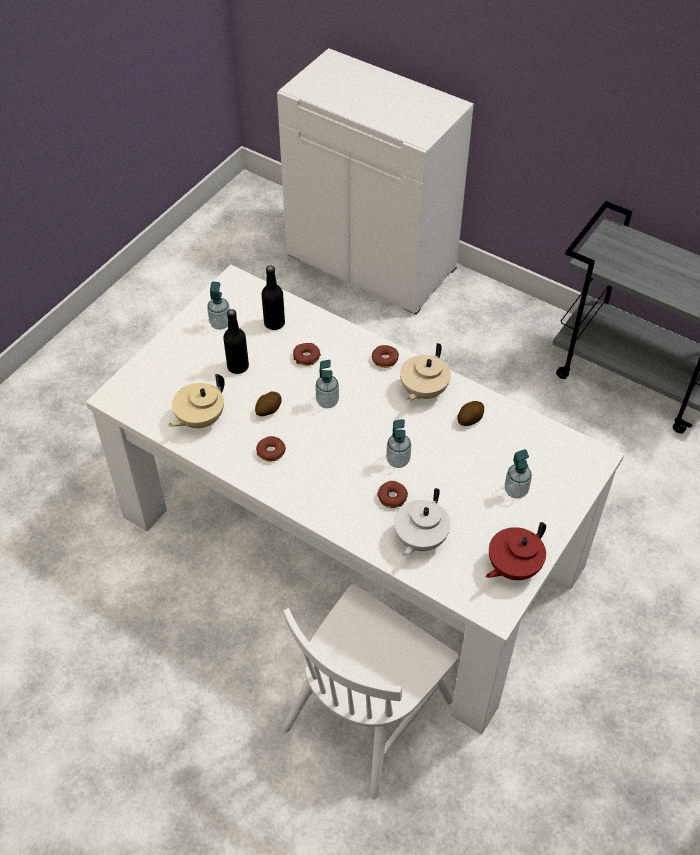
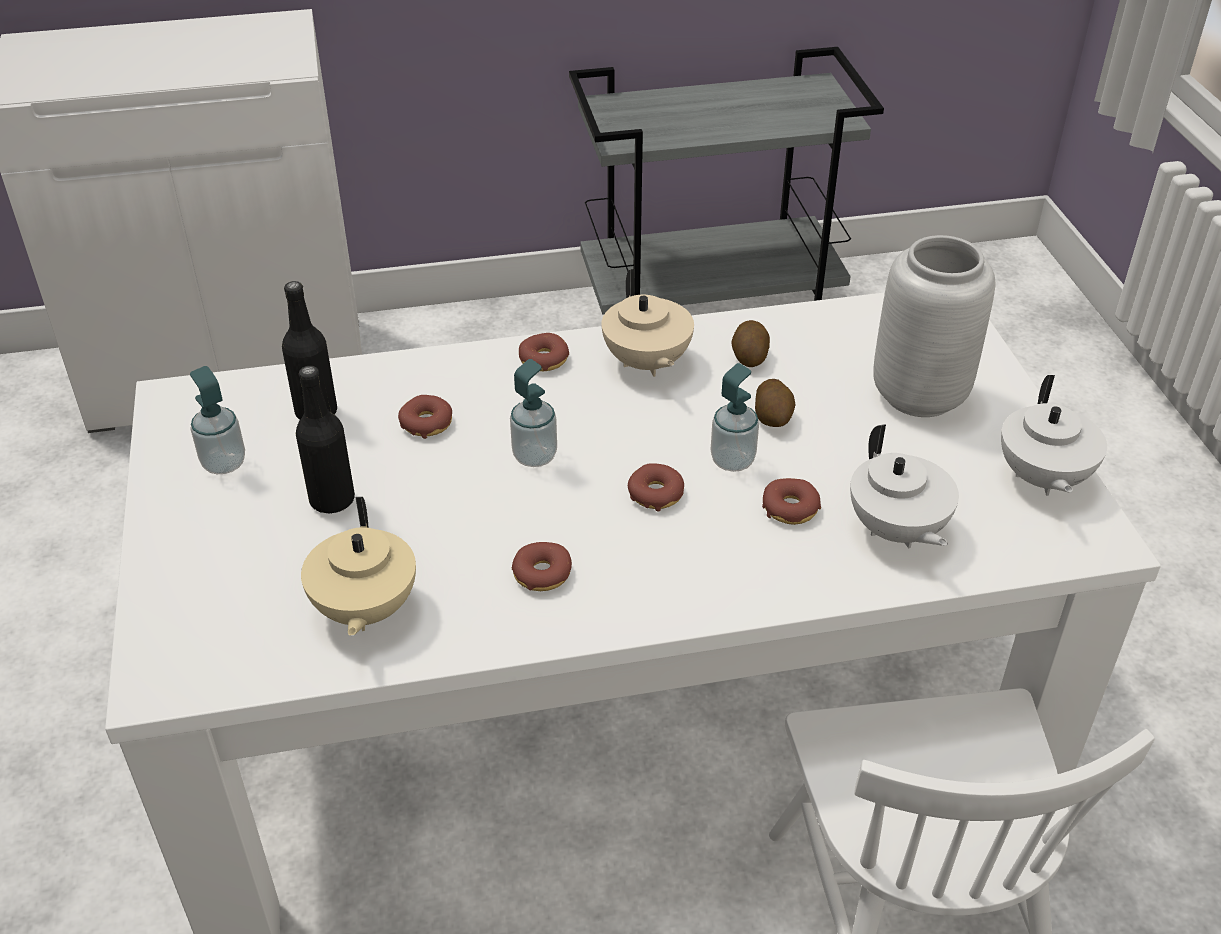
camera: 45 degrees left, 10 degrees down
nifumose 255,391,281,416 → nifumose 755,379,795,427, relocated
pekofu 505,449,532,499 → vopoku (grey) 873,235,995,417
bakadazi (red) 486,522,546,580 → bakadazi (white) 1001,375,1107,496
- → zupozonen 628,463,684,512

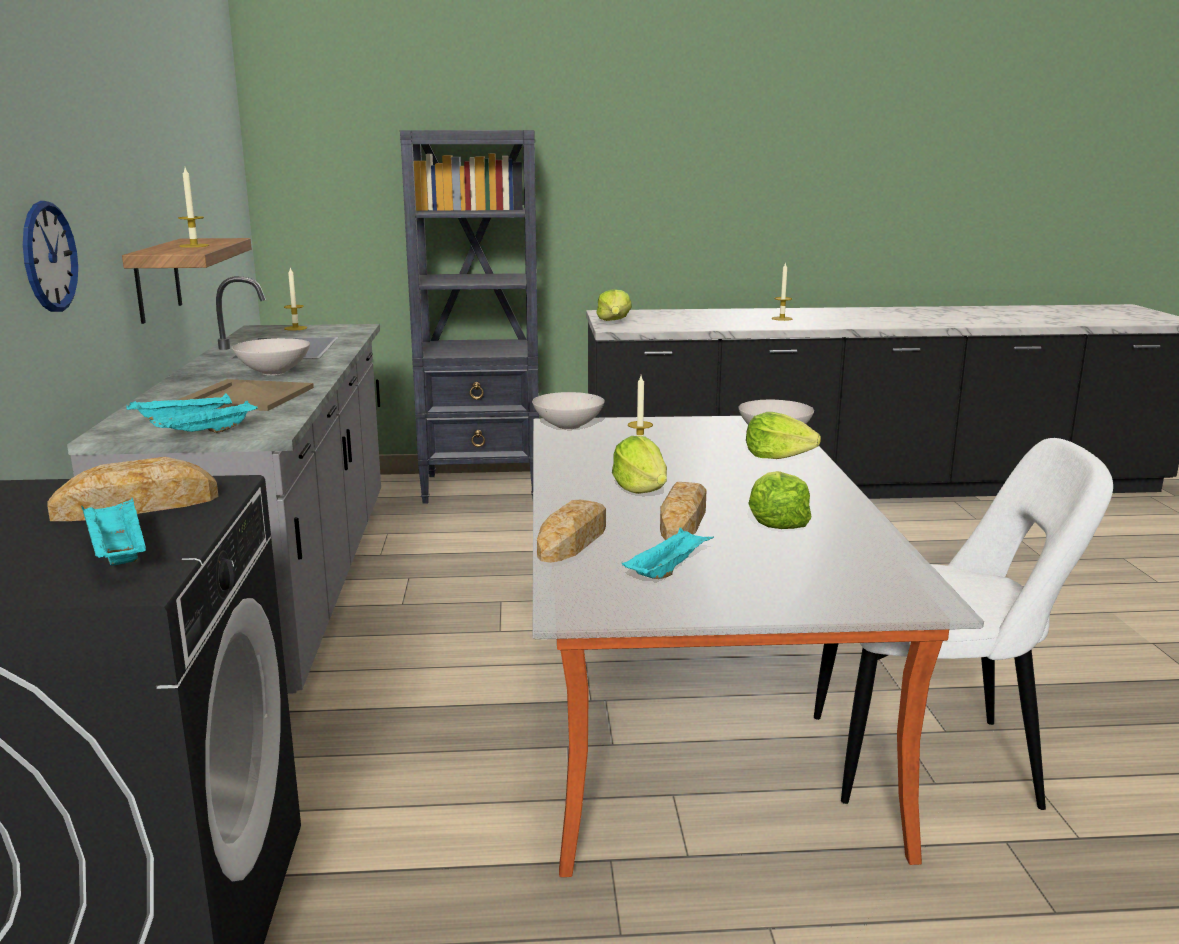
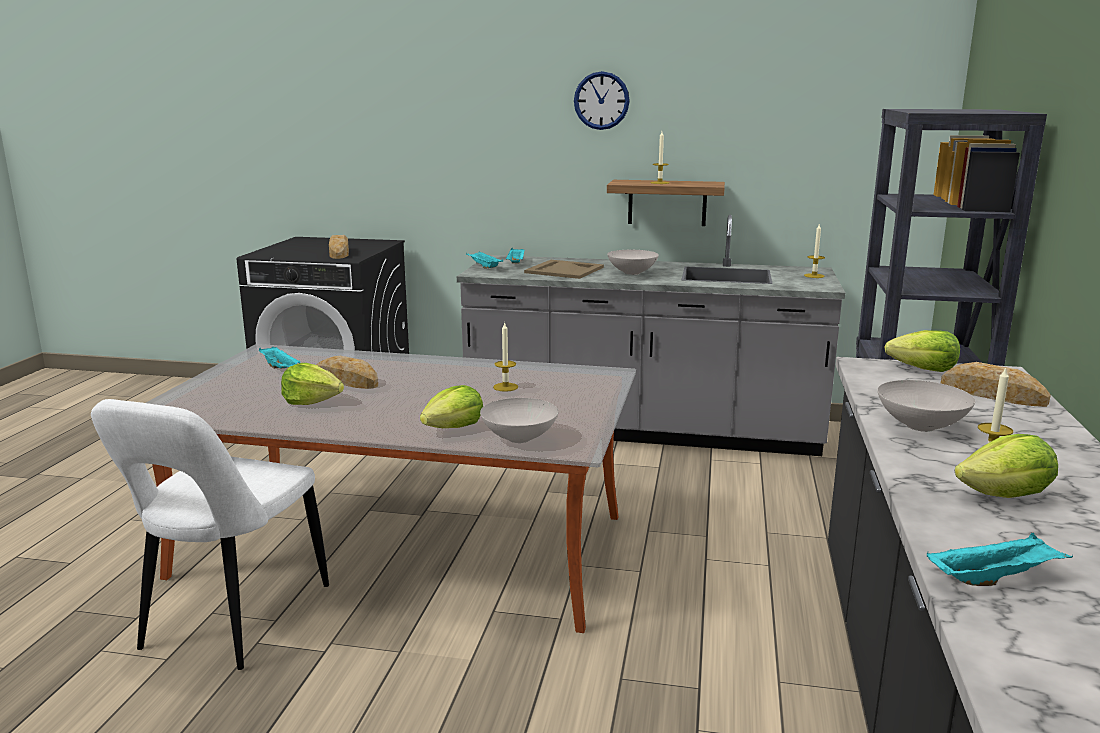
camera: 105 degrees right, 0 degrees up
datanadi 23,201,78,312 → datanadi 574,71,630,130, relocated
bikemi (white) 532,392,605,430 → bikemi (white) 877,380,975,432, relocated
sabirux 612,436,667,494 → sabirux 955,434,1058,498, relocated
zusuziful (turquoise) 81,498,146,566 → zusuziful (turquoise) 927,533,1073,586, relocated
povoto 537,500,606,563 → povoto 941,362,1051,407, relocated

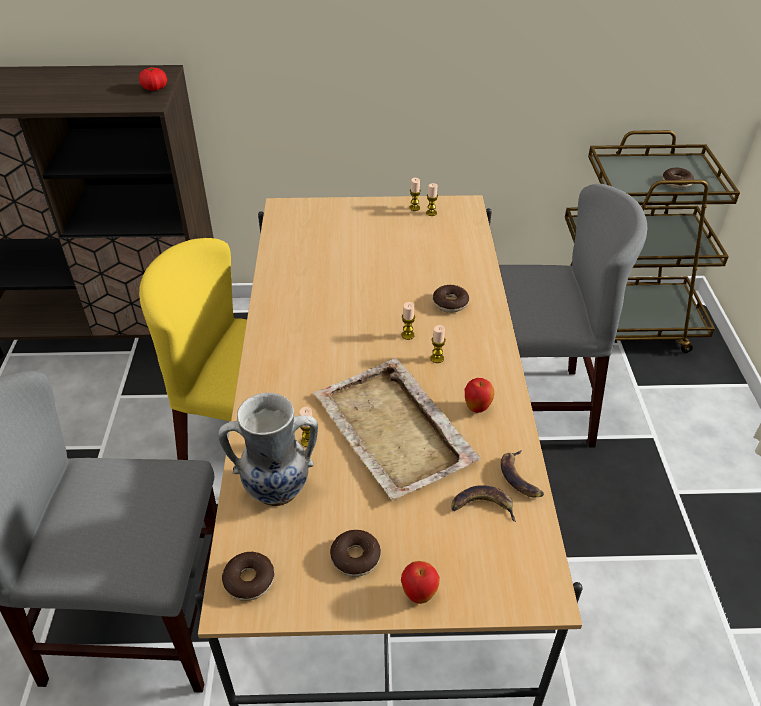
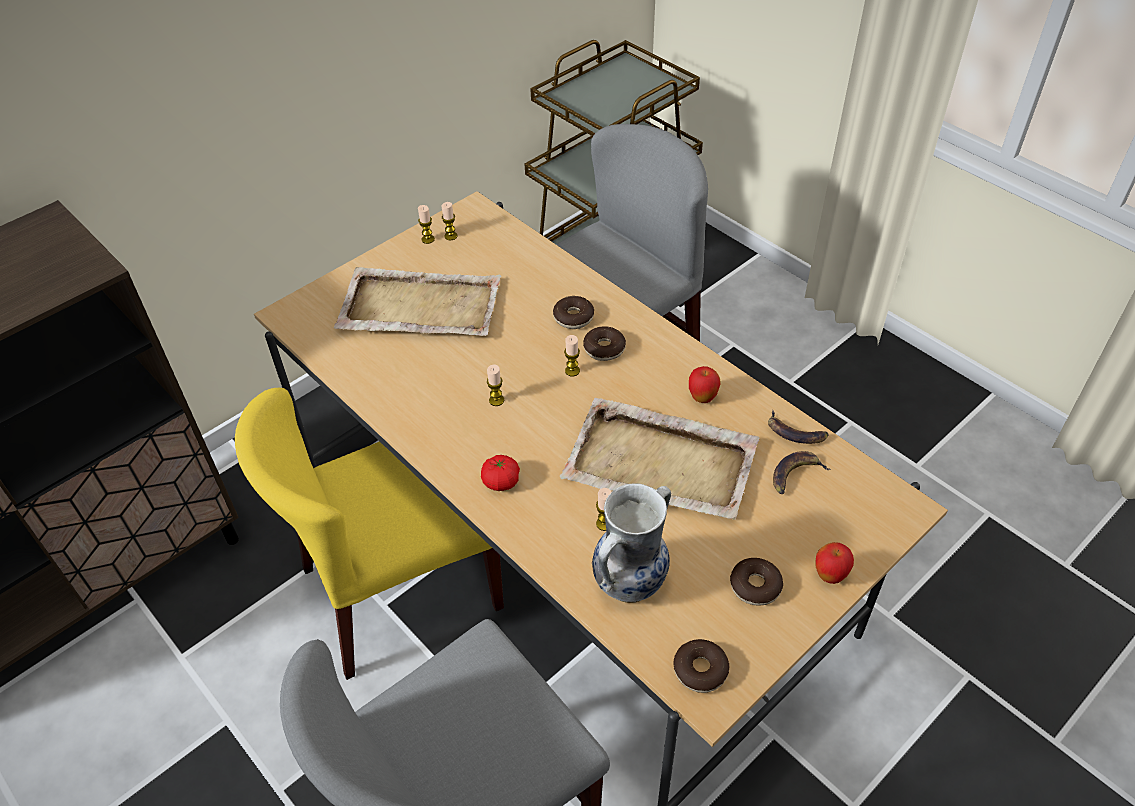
camera: 40 degrees left, 5 degrees up
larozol 139,67,167,91 → larozol 481,455,520,491, relocated
zupozonen 663,167,694,189 → zupozonen 583,326,626,361, relocated
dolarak 431,325,446,363 → dolarak 487,365,504,406, relocated
- → zusuziful (beige) 334,267,502,336

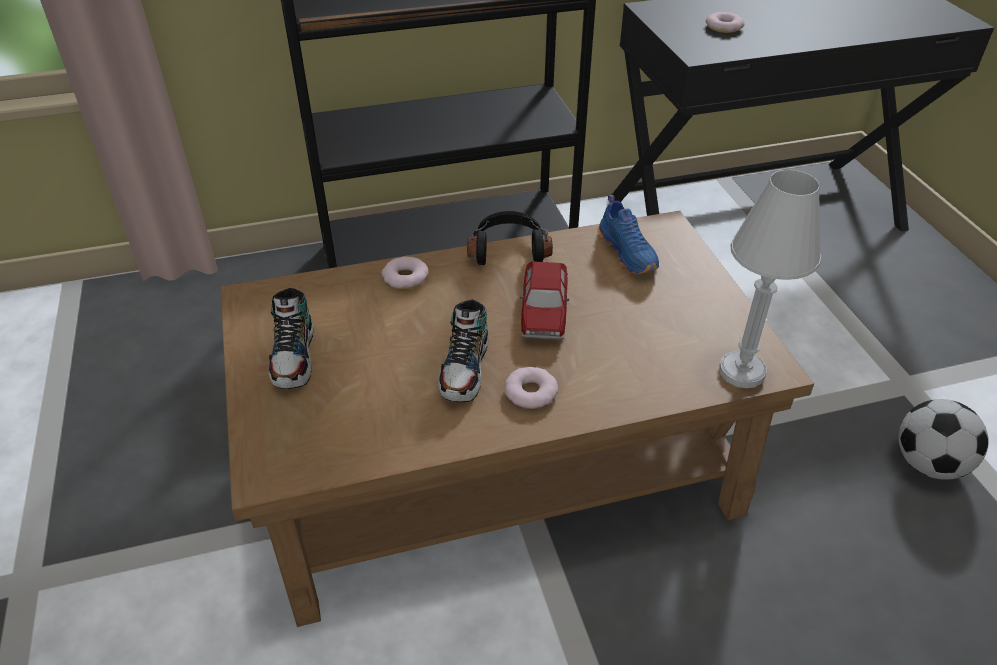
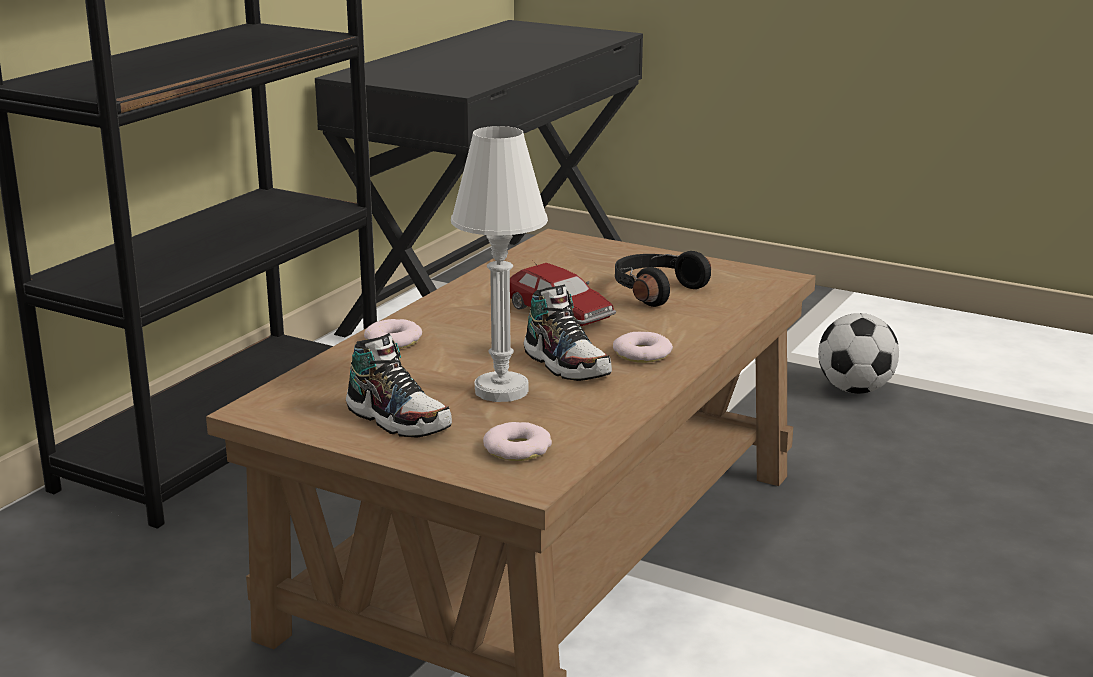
camera: 45 degrees left, 20 degrees down
zupozonen 706,12,744,33 → zupozonen 483,422,552,461, relocated
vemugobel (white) 719,170,821,388 → vemugobel (white) 451,126,548,402, relocated
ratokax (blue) 597,195,659,274 → -
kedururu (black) 467,211,553,265 → kedururu (black) 615,251,711,307, relocated

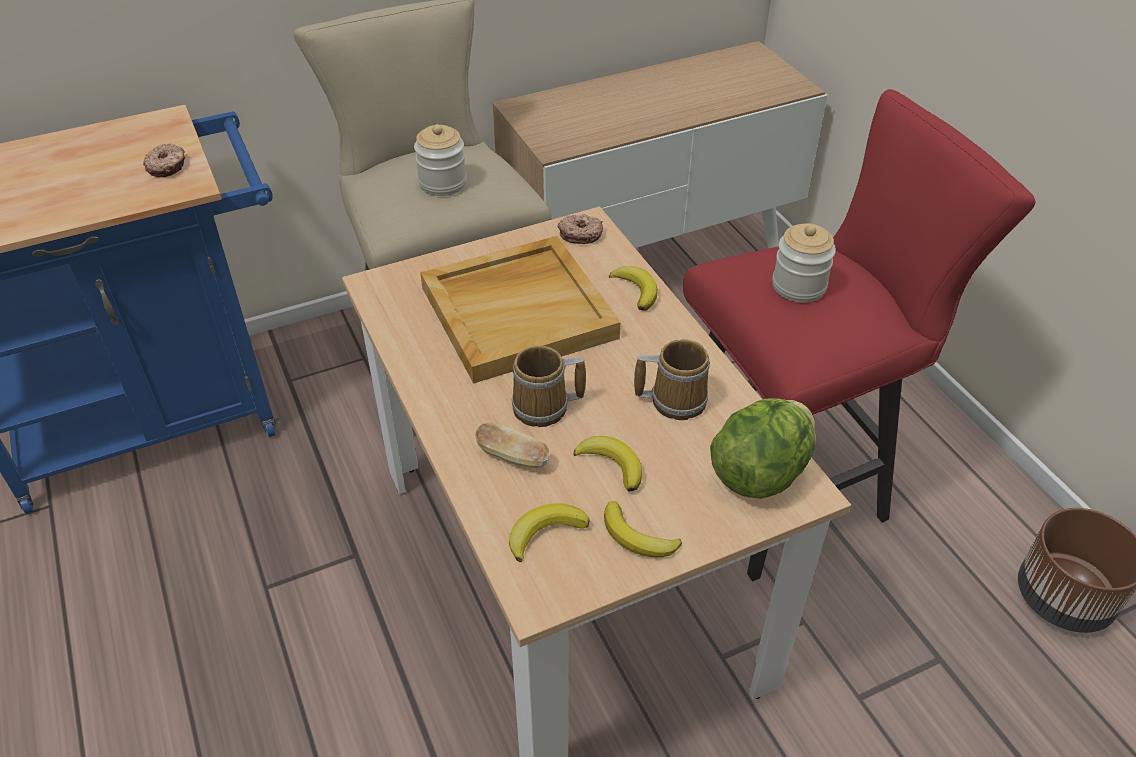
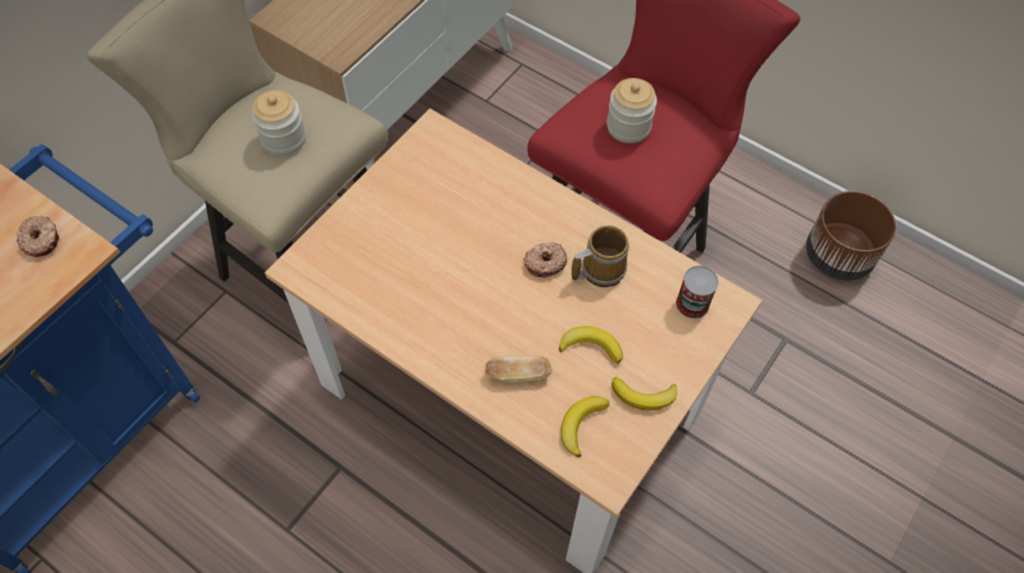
camera: 30 degrees left, 15 degrees up
zupozonen 557,214,603,244 → zupozonen 524,242,567,278, relocated
zusuziful (beige) 420,236,620,384 → -
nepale 609,266,658,311 → -
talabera 511,345,586,427 → -
sabirux 710,398,815,499 → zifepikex 676,266,718,319

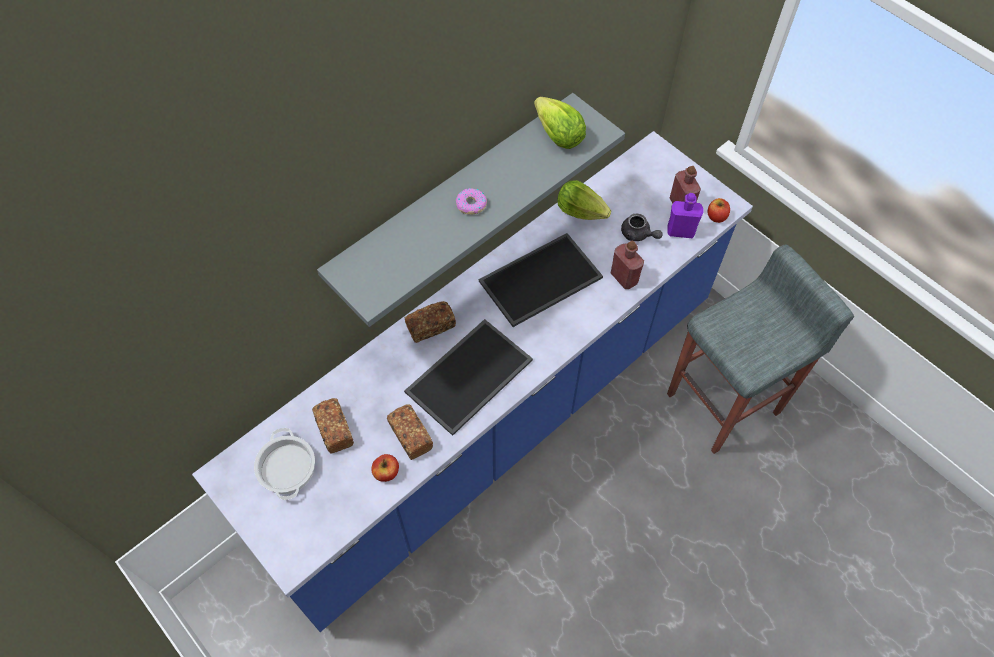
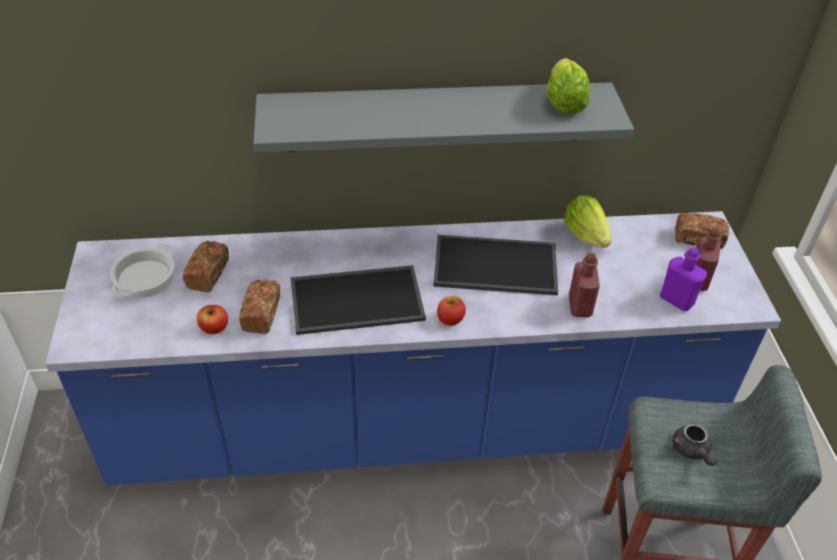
camera: 35 degrees right, 15 degrees down
zupozonen 456,188,487,214 → -
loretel 708,198,730,223 → loretel 437,296,466,326, relocated
bakadazi (grey) 621,214,663,241 → bakadazi (grey) 672,422,717,466, relocated
povoto 404,301,456,343 → povoto 675,213,729,249, relocated

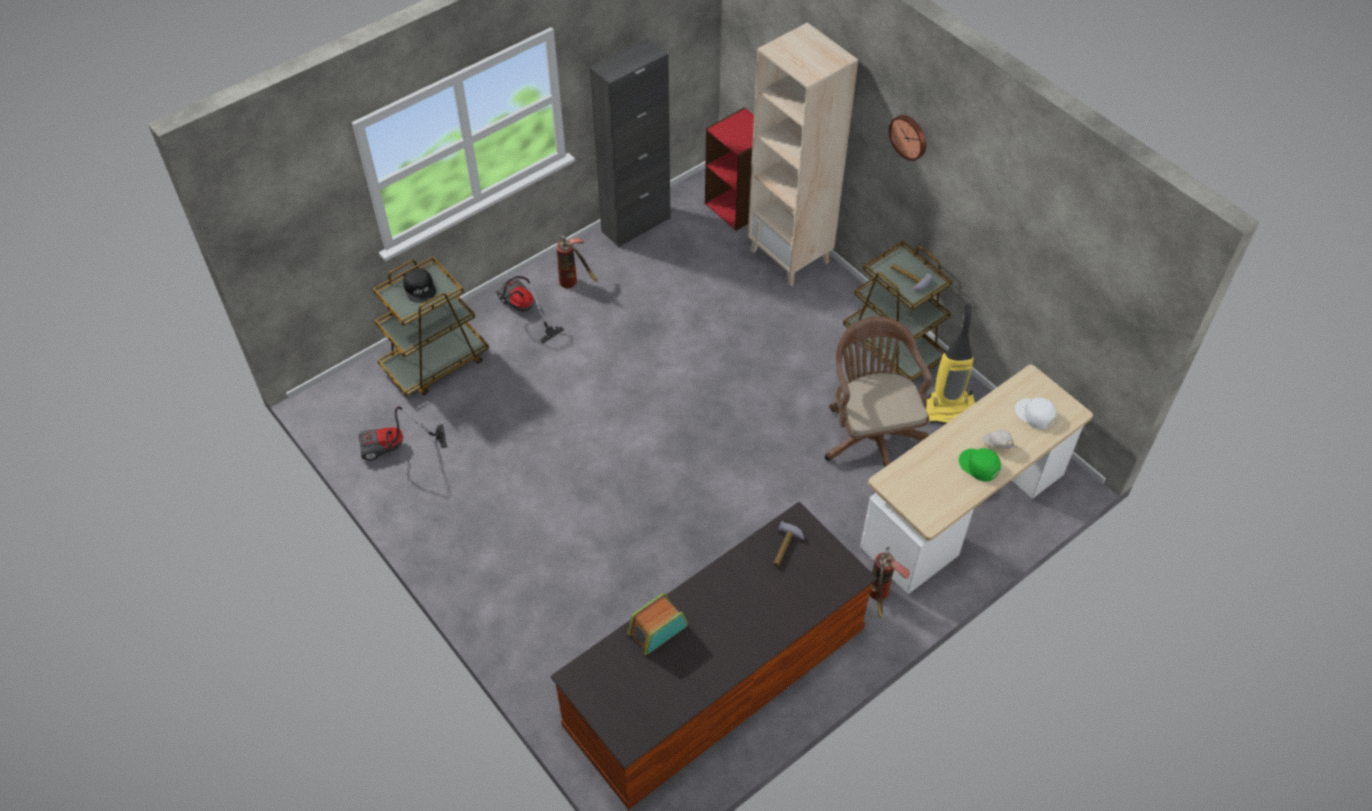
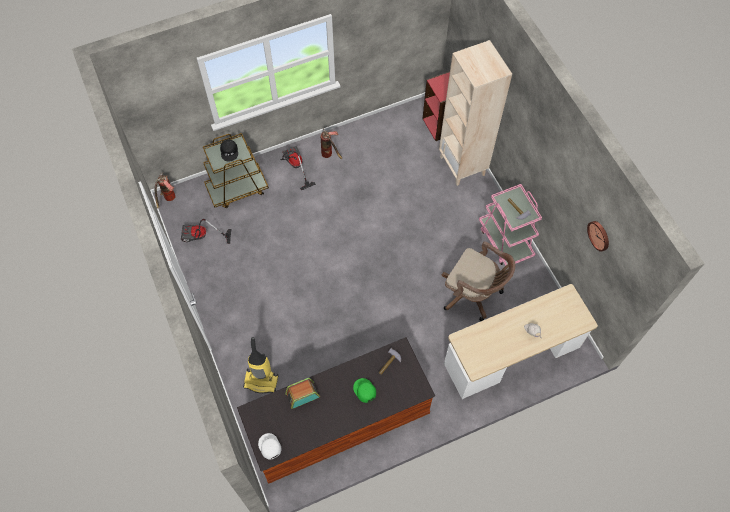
camera: 15 degrees right, 10 degrees up
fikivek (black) 590,38,671,247 → -
datanadi 889,115,926,161 → datanadi 587,221,609,252, relocated
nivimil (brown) 843,241,952,381 → nivimil (pink) 479,184,542,266
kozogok 926,303,975,424 → kozogok 243,337,278,393, relocated
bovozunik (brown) 825,316,932,468 → bovozunik (brown) 441,241,515,321, 120 degrees clockwise
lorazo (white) 1015,397,1056,429 → lorazo (white) 258,433,281,460, relocated
lorazo (green) 959,448,1001,481 → lorazo (green) 353,378,376,403, relocated
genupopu 869,547,910,618 → genupopu 155,173,175,208, relocated

